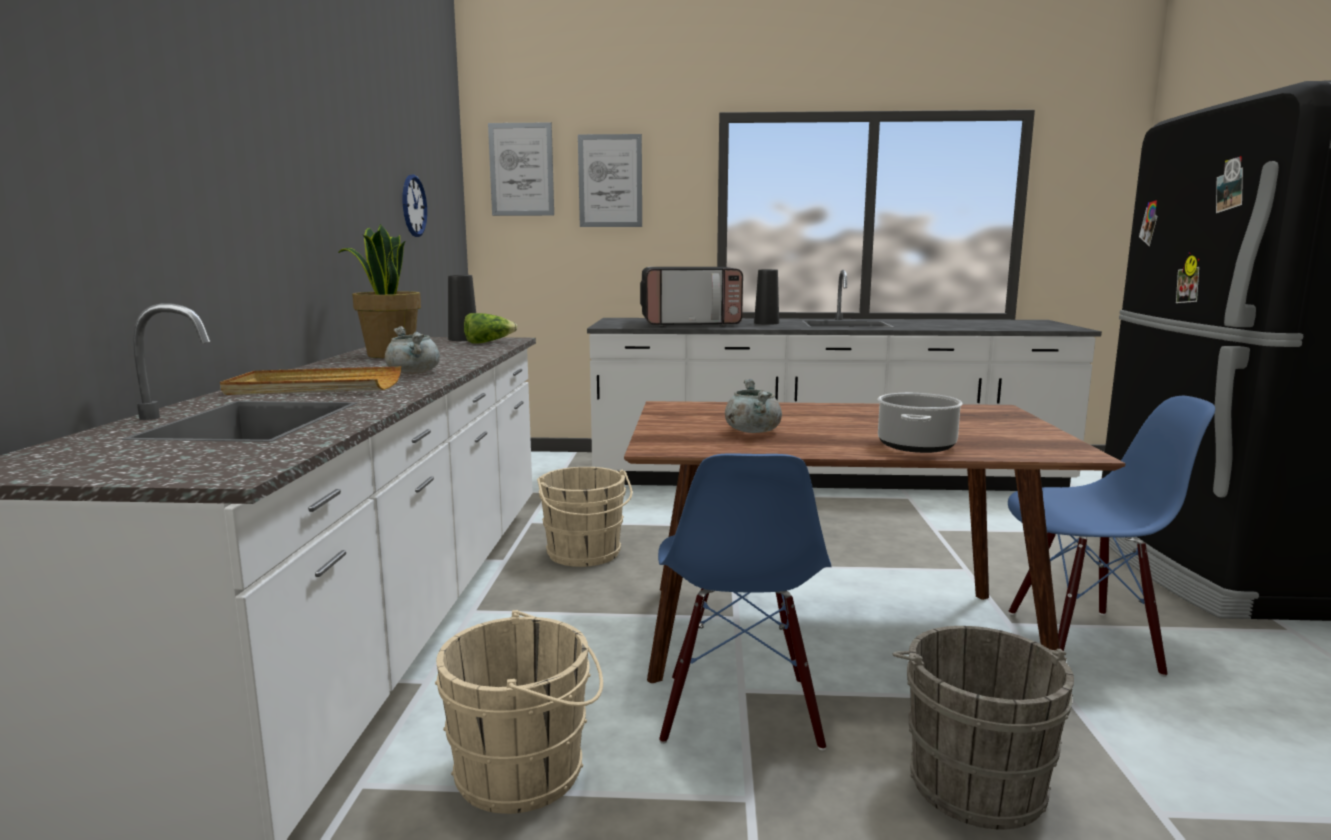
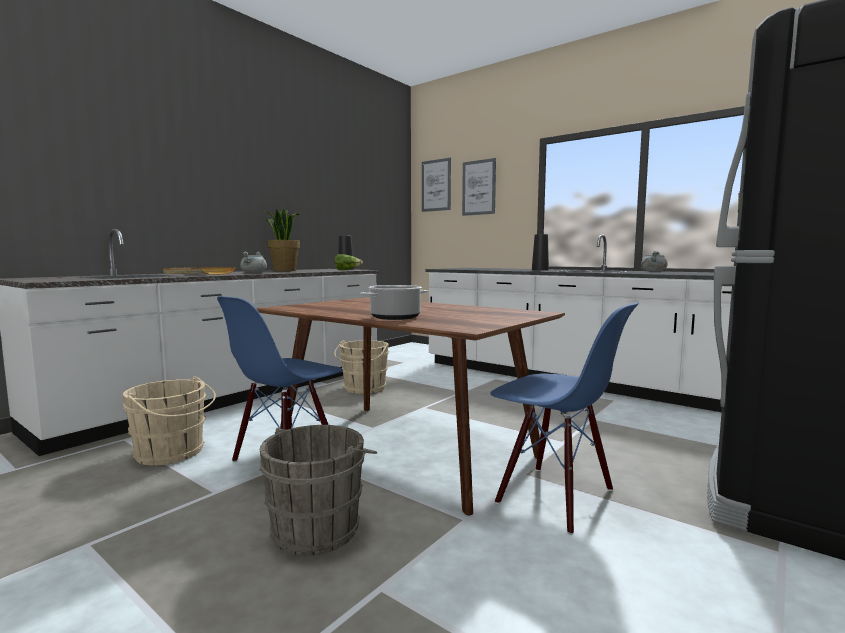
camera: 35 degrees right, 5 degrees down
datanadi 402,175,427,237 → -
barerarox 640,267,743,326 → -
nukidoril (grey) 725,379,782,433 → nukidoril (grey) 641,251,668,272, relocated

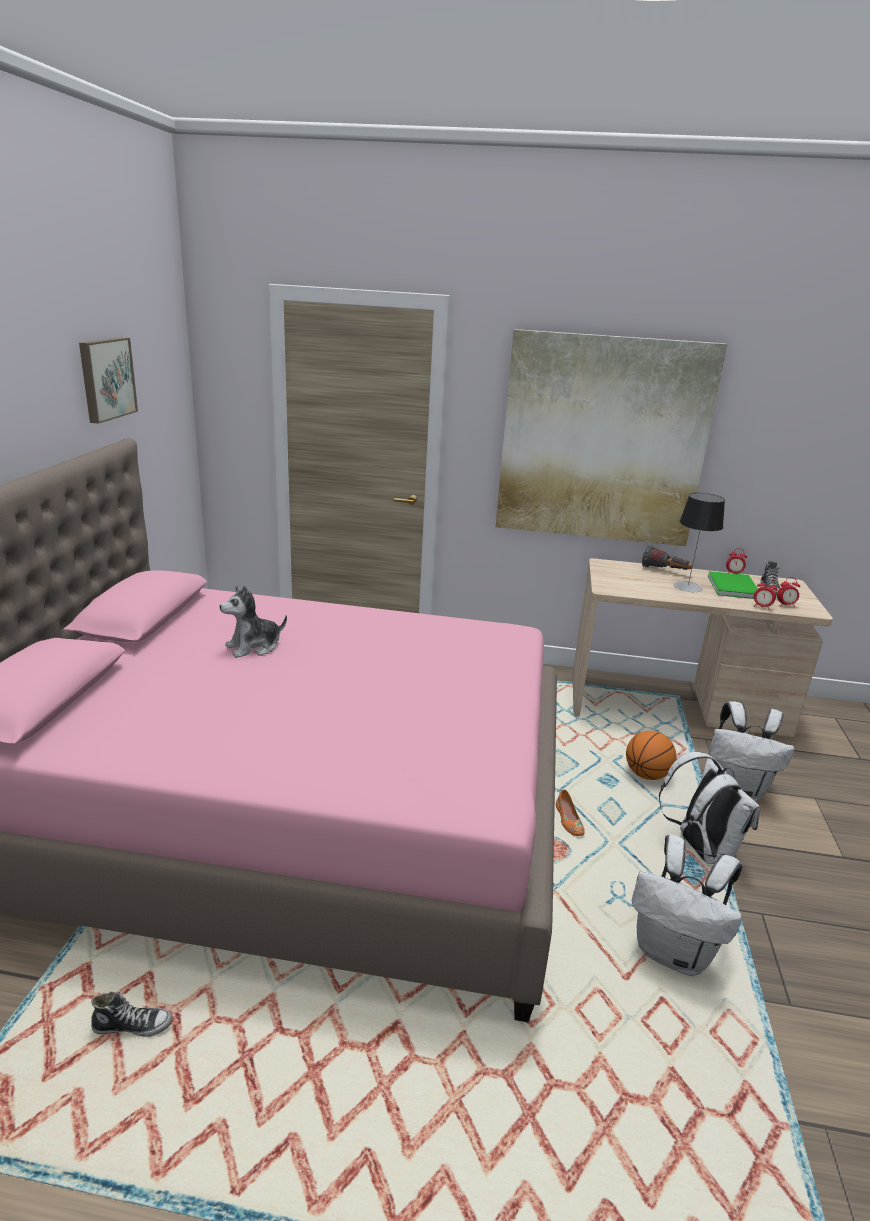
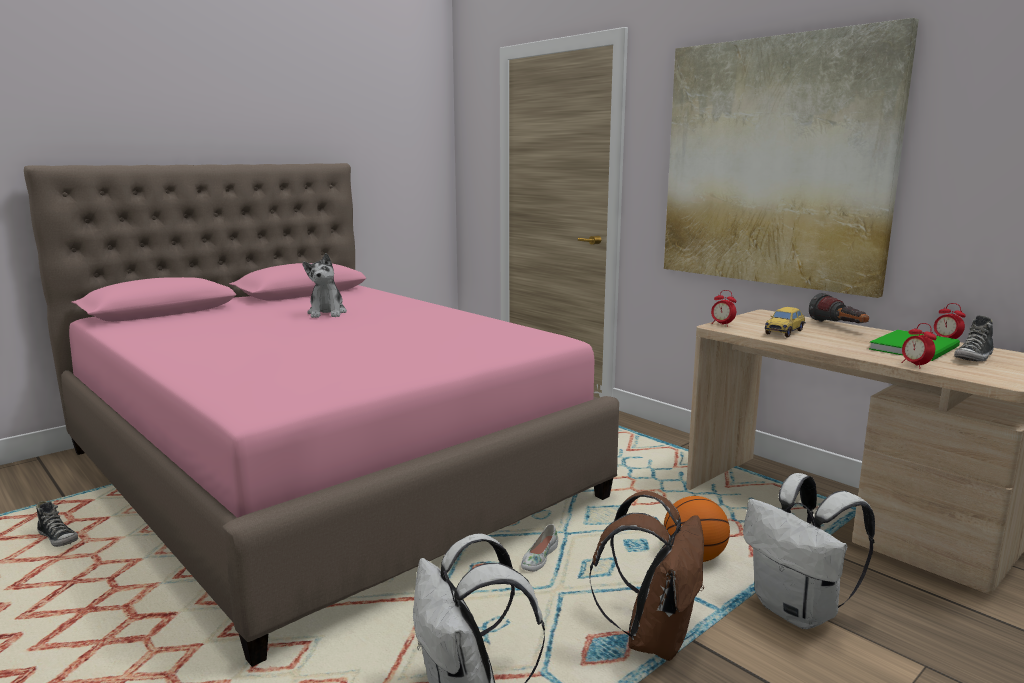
camera: 40 degrees right, 10 degrees down
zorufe 79,337,138,424 → -
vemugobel 674,493,725,593 → -
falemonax 777,577,800,608 → falemonax 711,290,736,327, relocated
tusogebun 220,585,287,658 → tusogebun 302,253,347,318, 105 degrees counterclockwise
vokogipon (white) 659,752,761,864 → vokogipon (brown) 589,491,704,661
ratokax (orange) 556,789,585,836 → ratokax (white) 521,524,558,572
- → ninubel 765,307,806,337

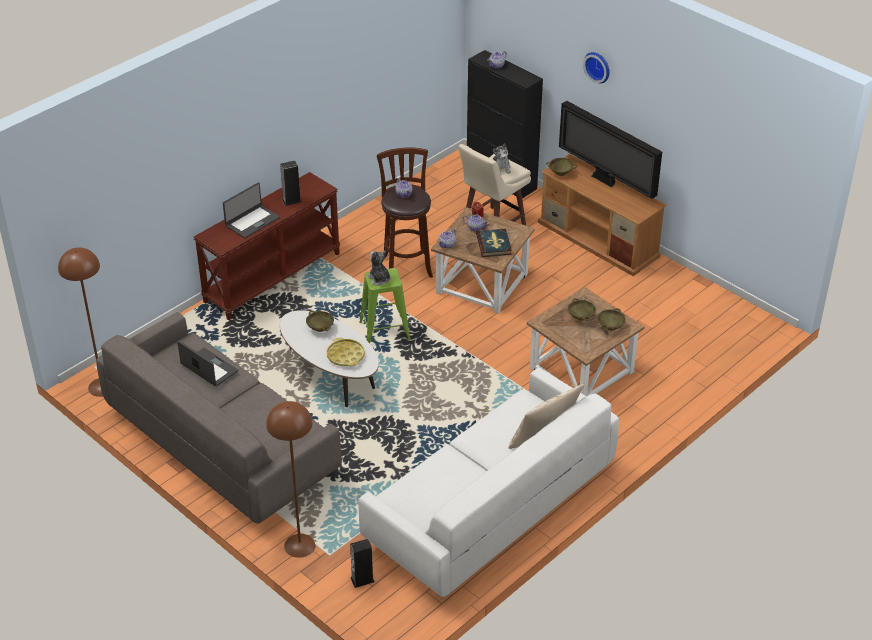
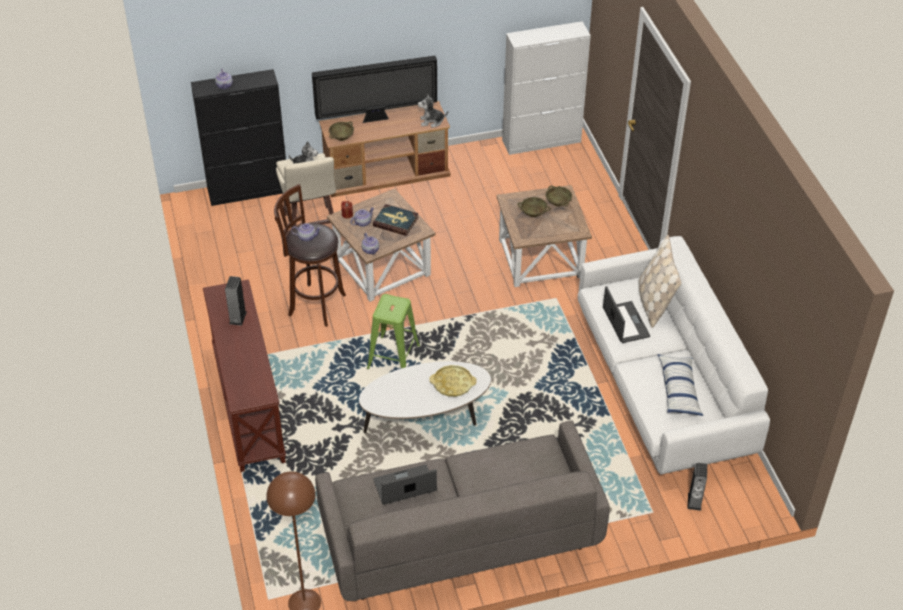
camera: 60 degrees left, 5 degrees up
datanadi 583,52,610,83 → -
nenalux 223,182,280,238 → nenalux 603,286,650,343, relocated
tusogebun 367,250,391,286 → tusogebun 418,94,448,128, relocated
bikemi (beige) 306,311,334,332 → -
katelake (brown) 266,401,316,558 → -
- → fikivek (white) 502,21,591,155
- → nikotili 657,354,703,416

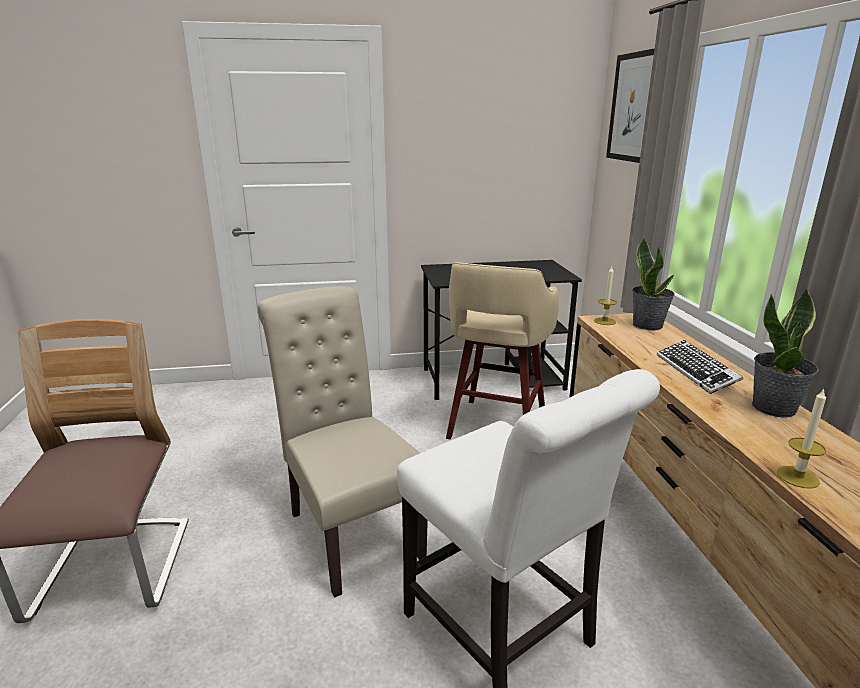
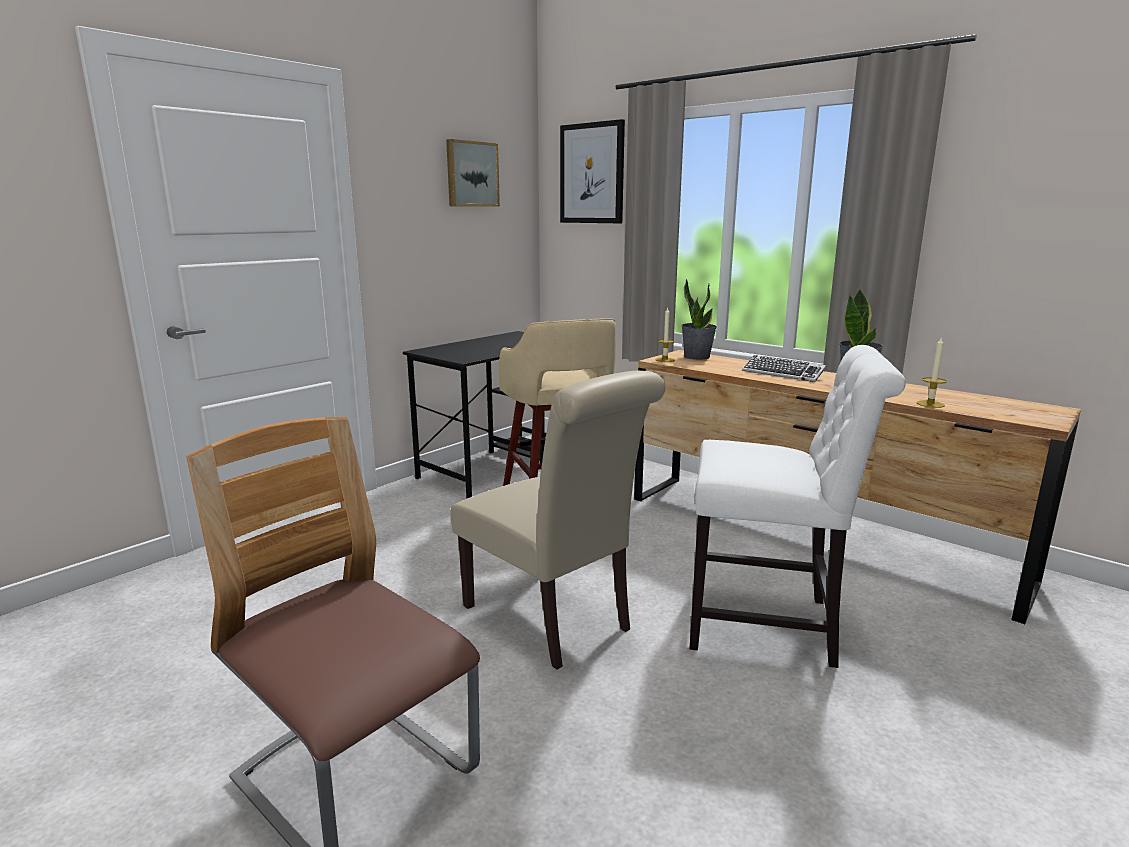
camera: 40 degrees left, 5 degrees down
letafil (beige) 257,286,428,598 → letafil (beige) 451,371,666,670, 150 degrees counterclockwise
- → zorufe 446,139,500,207

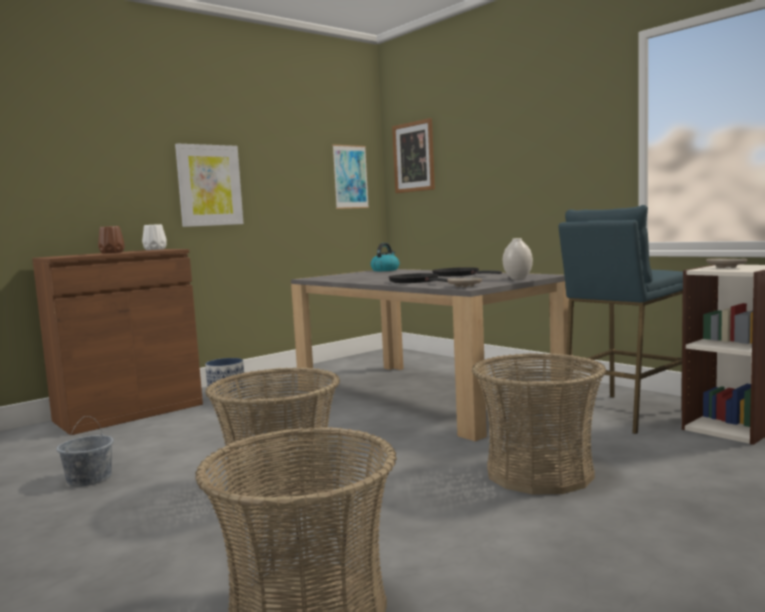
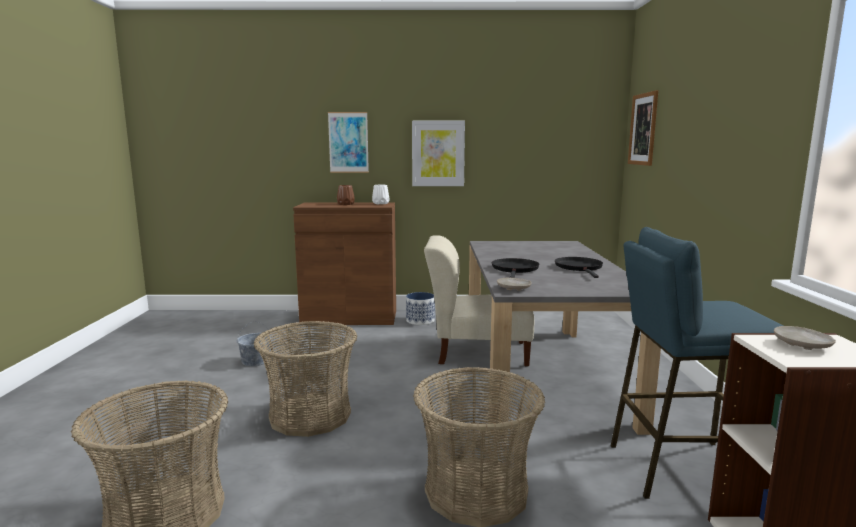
camera: 40 degrees right, 5 degrees up
zorufe 332,145,369,209 → zorufe 328,112,369,173, relocated
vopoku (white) 503,238,533,280 → -
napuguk 371,243,400,271 → -
- → letafil (beige) 424,235,534,367

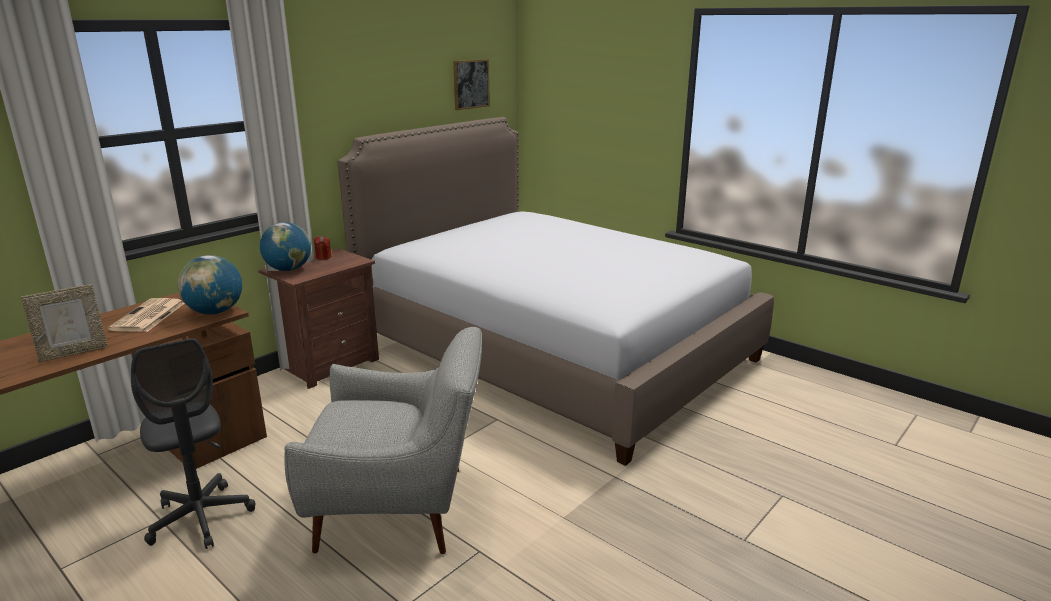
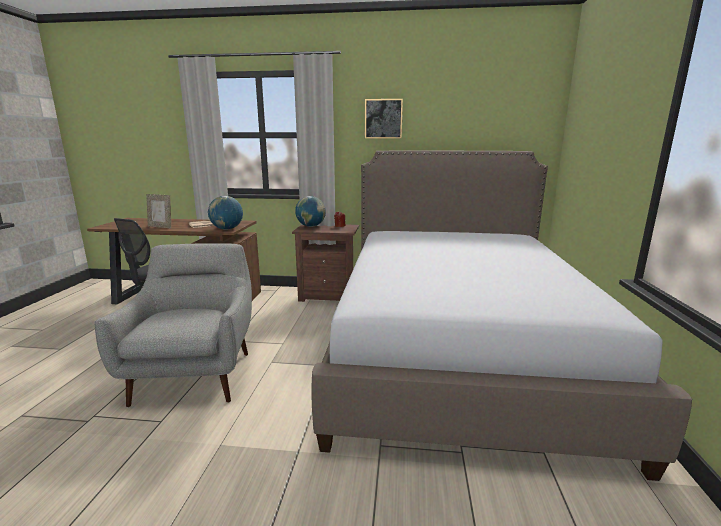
camera: 55 degrees right, 5 degrees down
zorufe 453,59,490,110 → zorufe 365,99,403,139, relocated
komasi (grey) 285,327,482,554 → komasi (grey) 95,243,252,407, 150 degrees counterclockwise

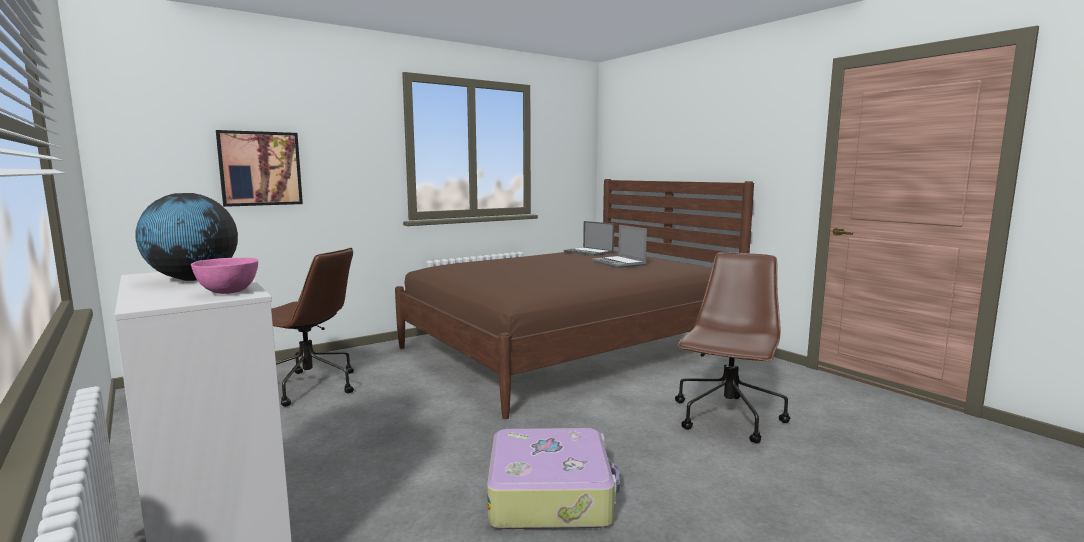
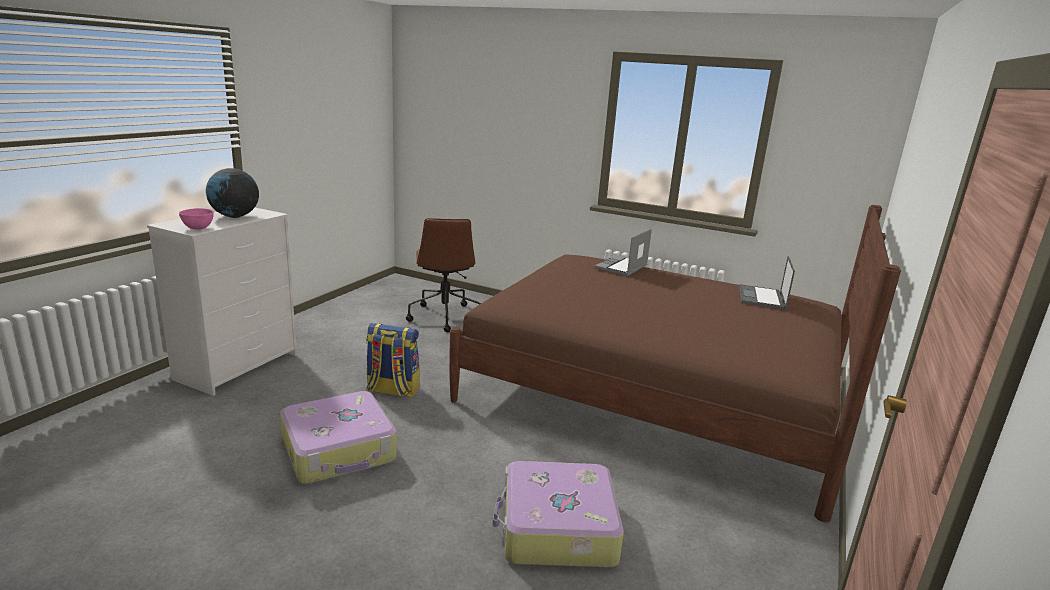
camera: 60 degrees right, 10 degrees up
zorufe 216,130,303,207 → -
nenalux 592,225,647,268 → nenalux 595,229,652,276, relocated
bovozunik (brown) 675,252,791,444 → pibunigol 492,461,624,567
- → vokogipon 366,323,420,398

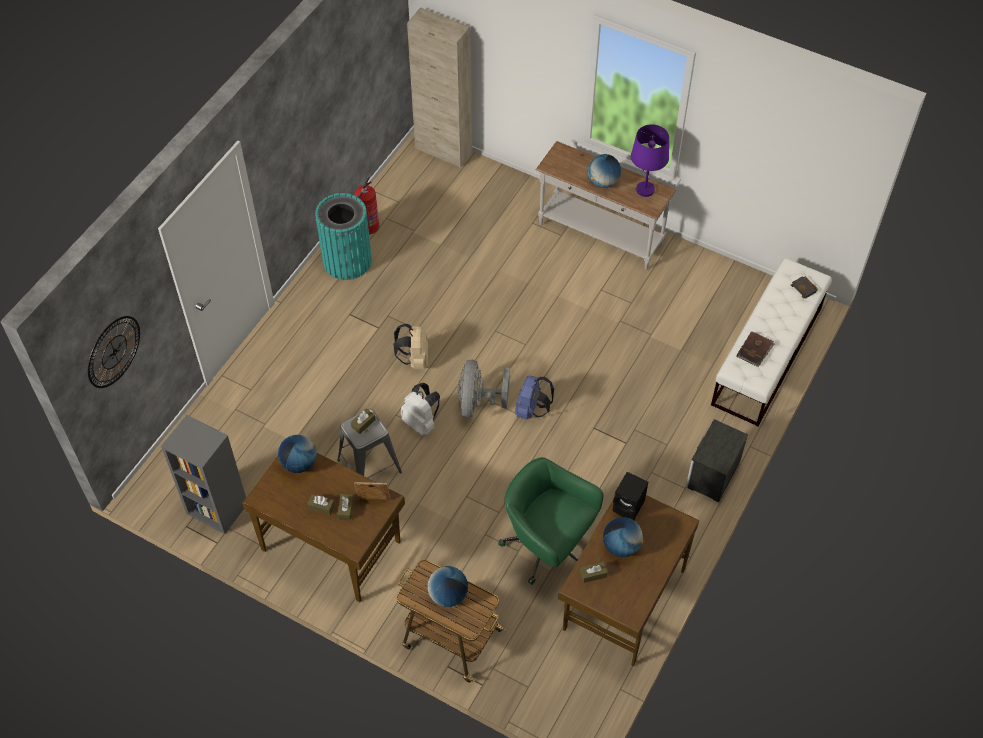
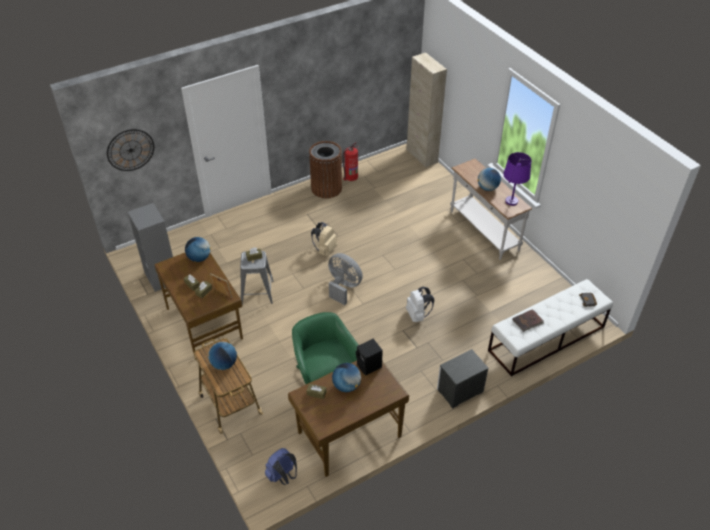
camera: 30 degrees right, 10 degrees down
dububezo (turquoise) 315,193,372,280 → dububezo (brown) 309,141,342,199
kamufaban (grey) 457,360,510,418 → kamufaban (grey) 328,253,363,305, 90 degrees clockwise
vokogipon (blue) 515,376,554,420 → vokogipon (blue) 265,448,297,485, relocated
vokogipon (white) 401,383,440,436 → vokogipon (white) 406,287,434,322, relocated

